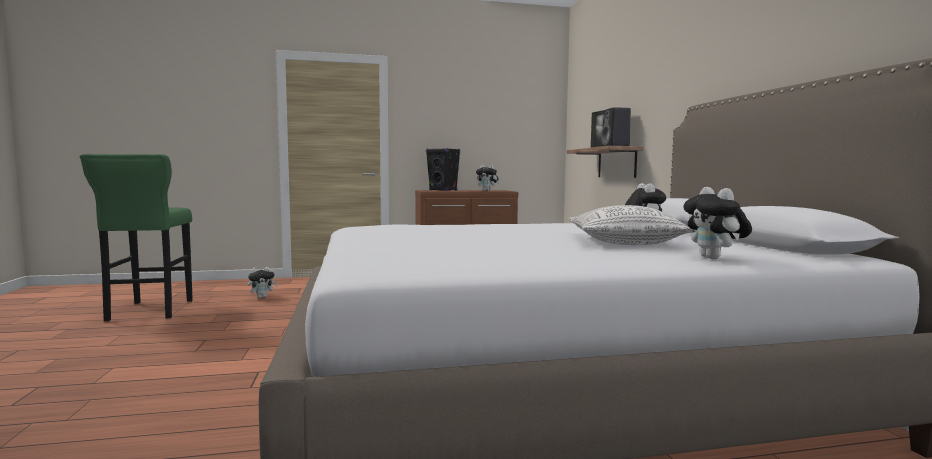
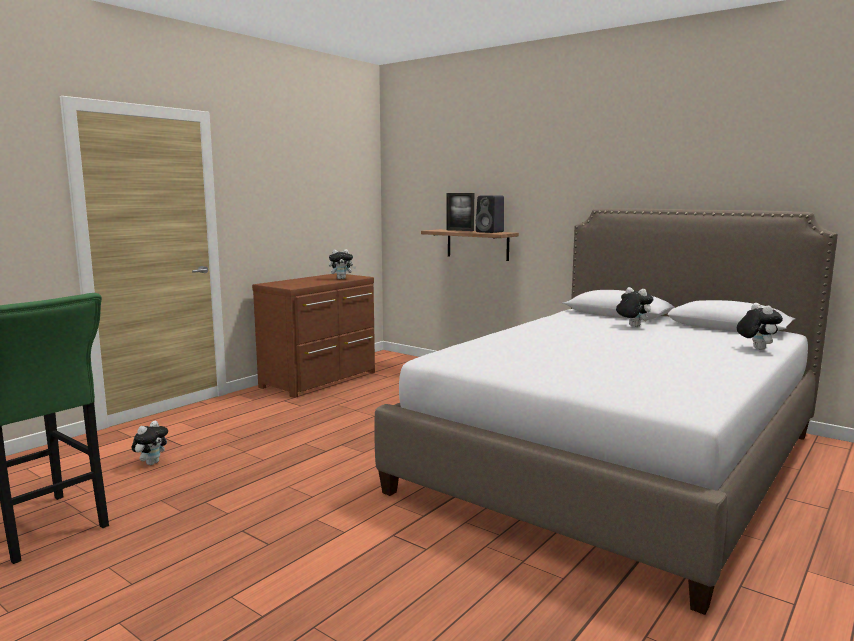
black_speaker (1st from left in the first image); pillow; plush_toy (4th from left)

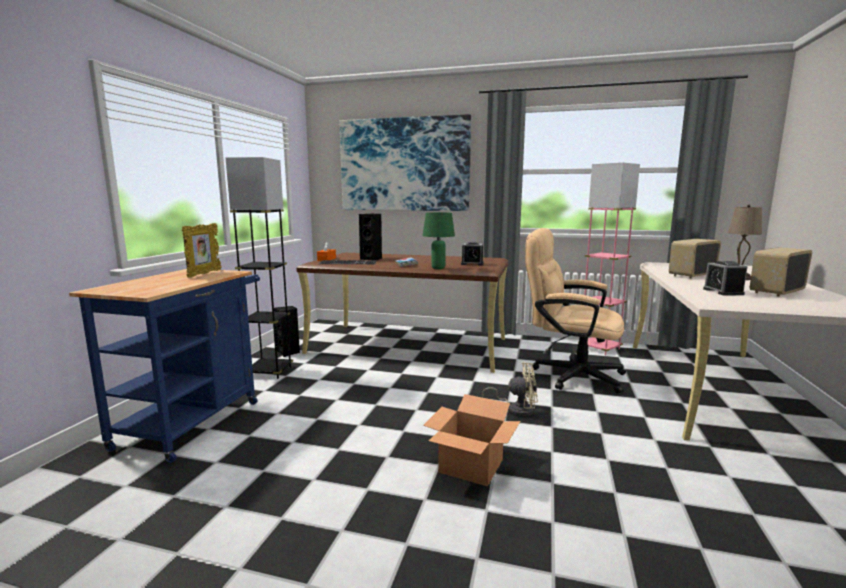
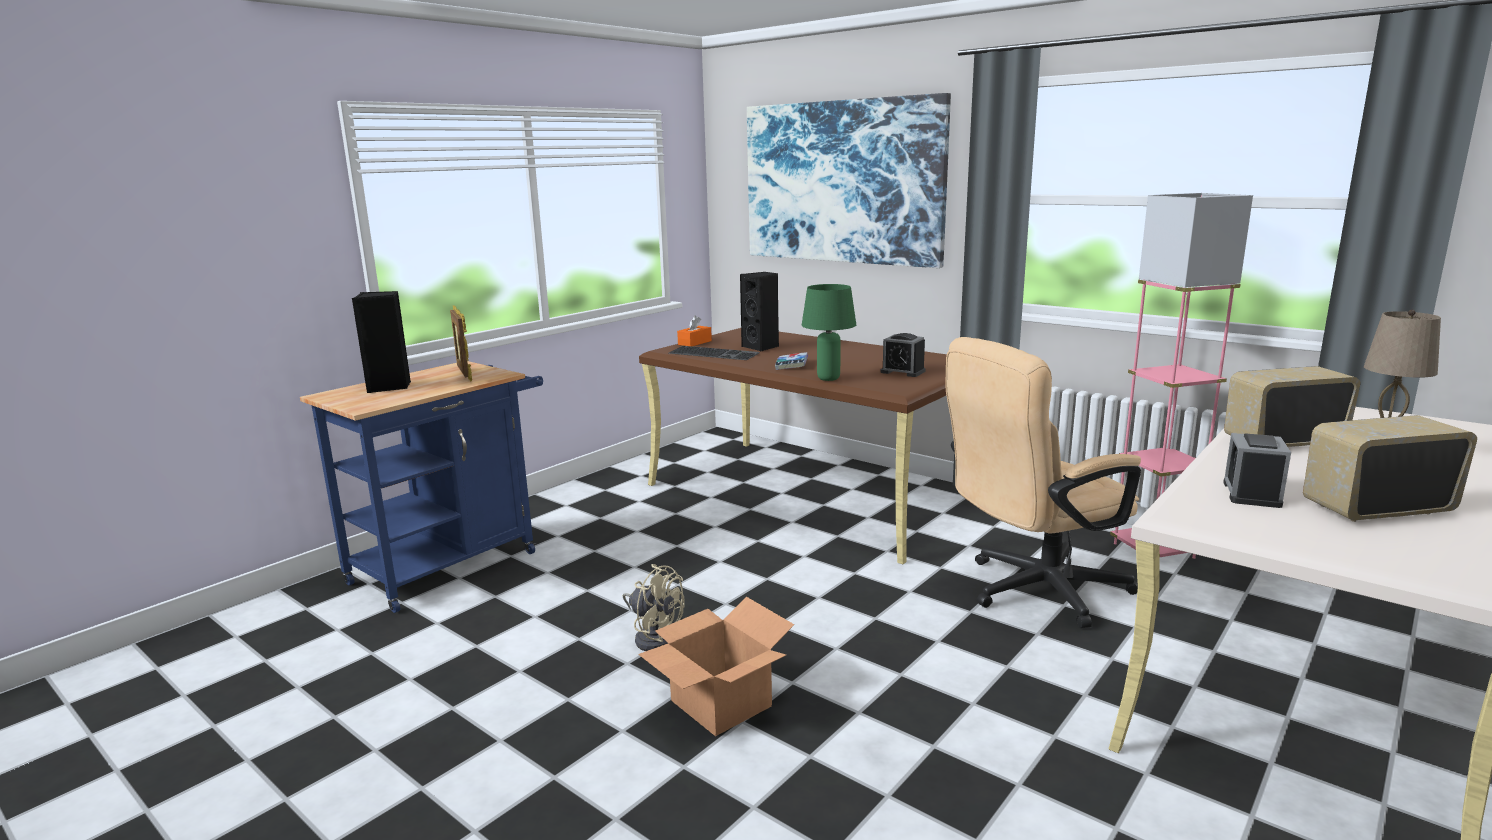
grey_floor_lamp; black_speaker (1st from left); beige_fan; picture_frame; beige_office_chair

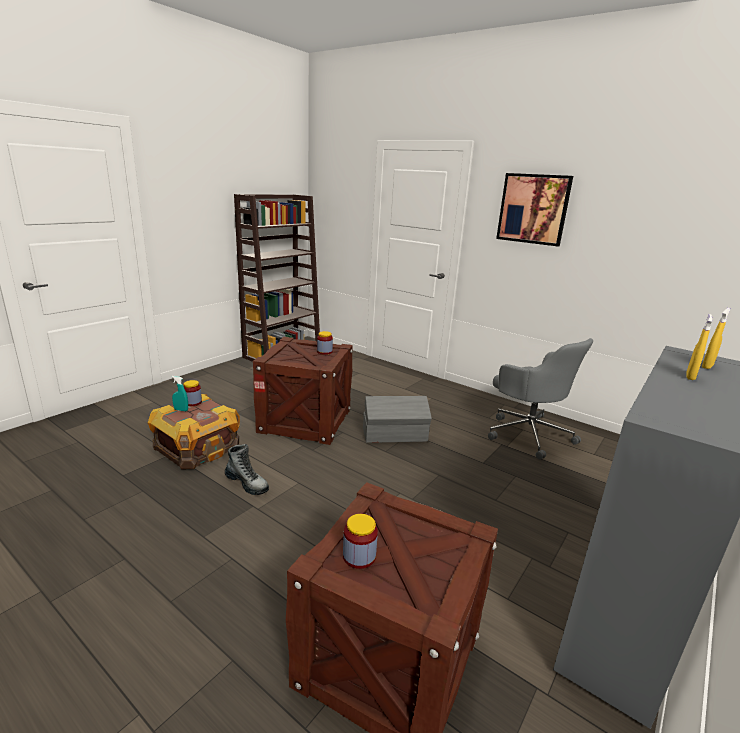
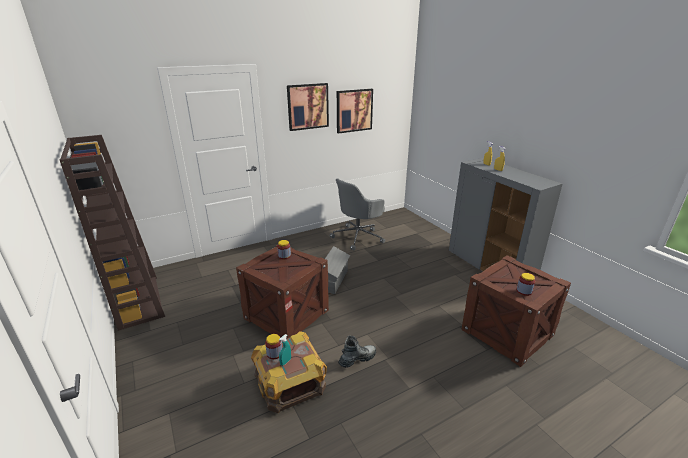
picture (2nd from left); grey_office_chair

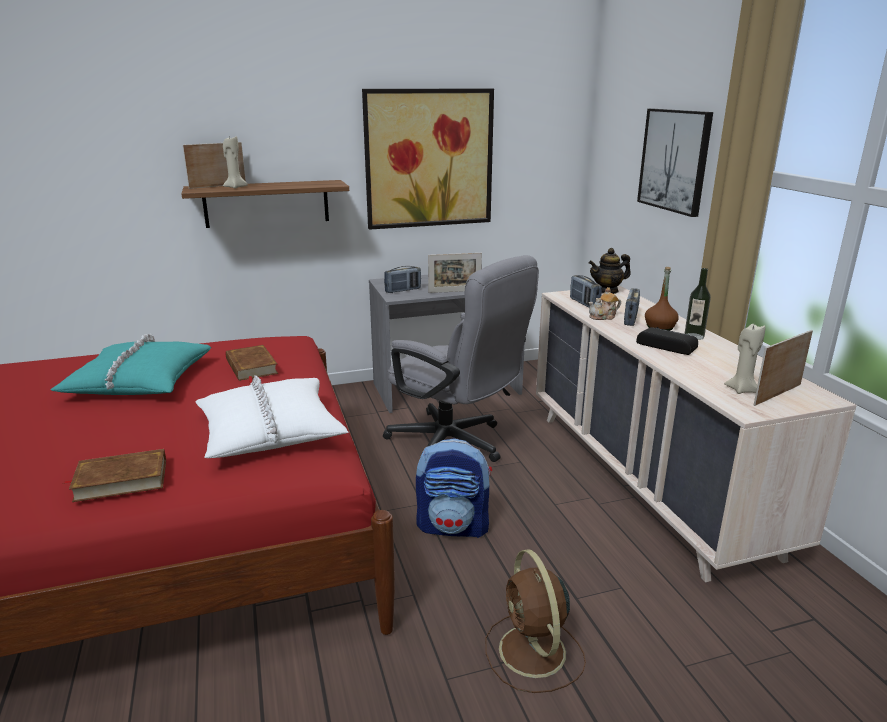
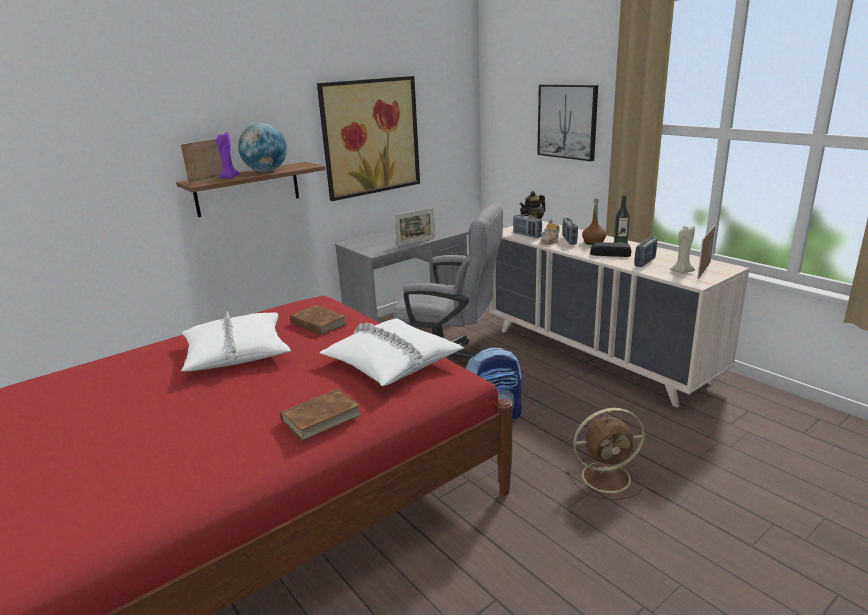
globe; radio (4th from left); white_pillow (1st from left); purple_candle; brown_fan

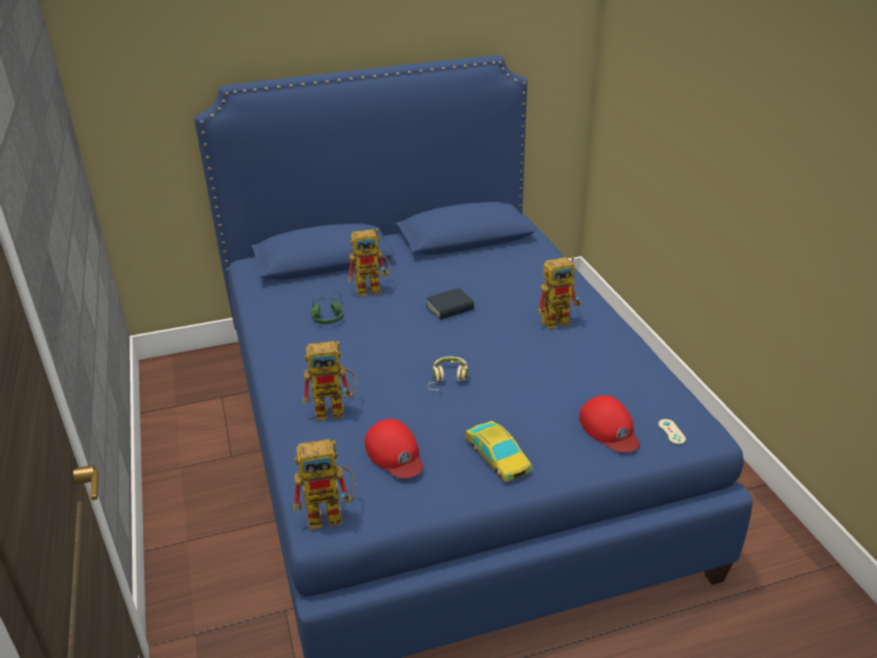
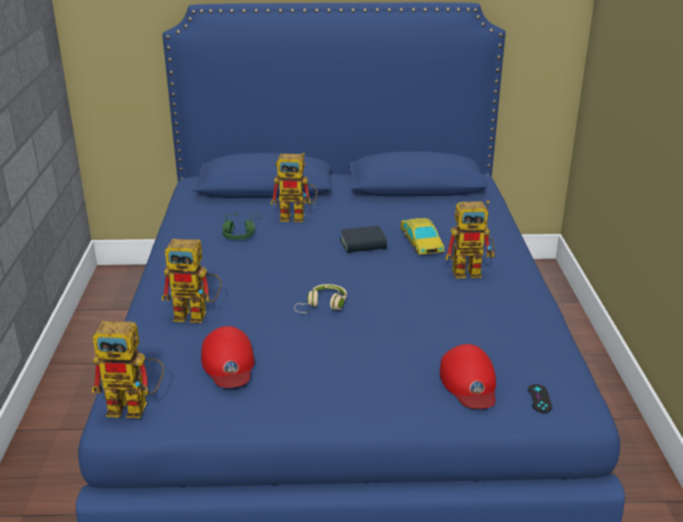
toy_car; black_game_controller

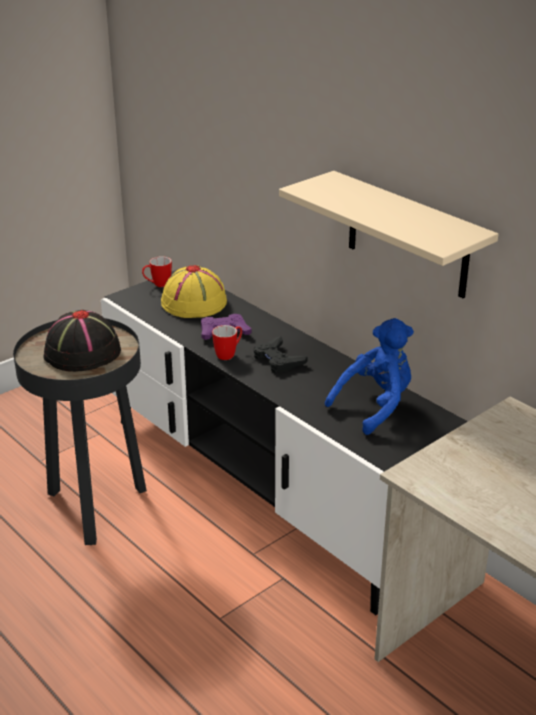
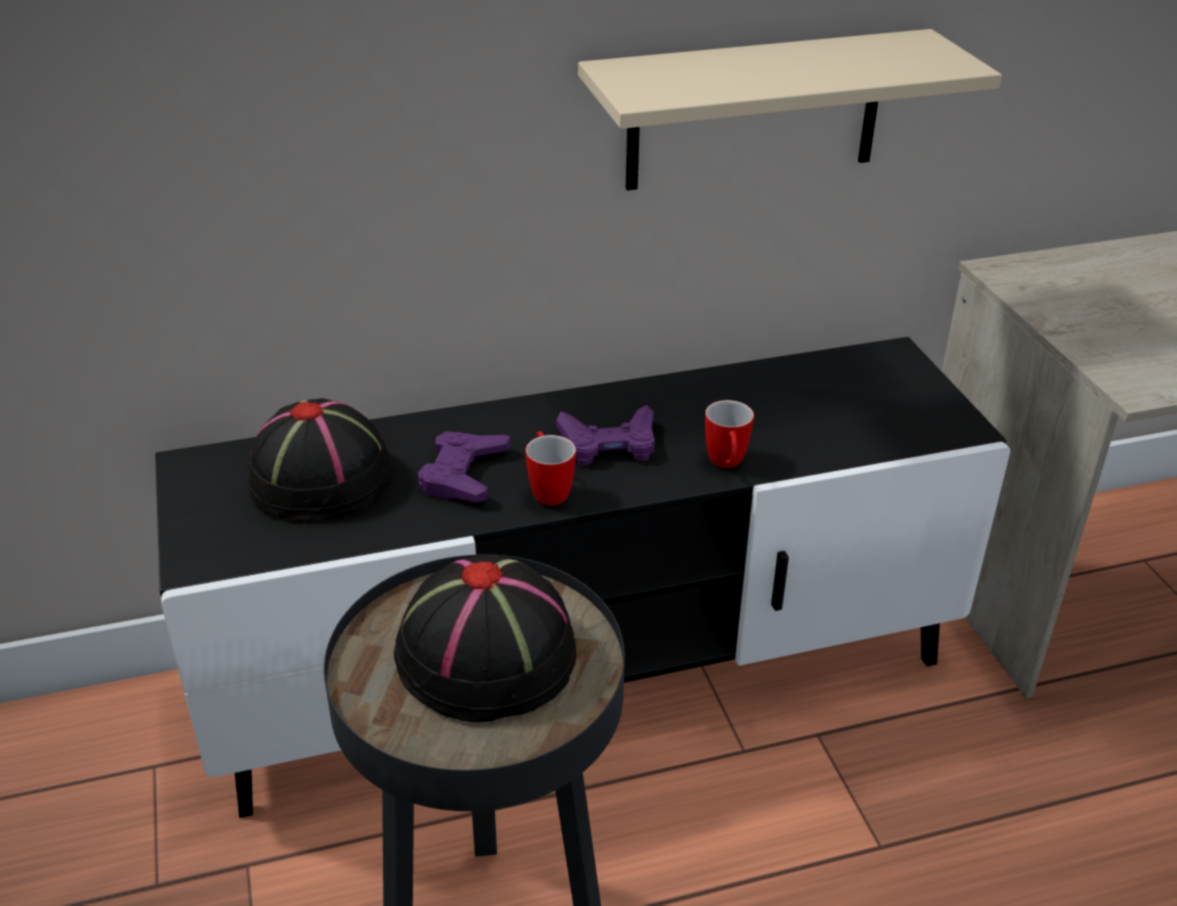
blue_plush_toy; mug (2nd from left); black_hat (1st from left); purple_game_controller (2nd from left)

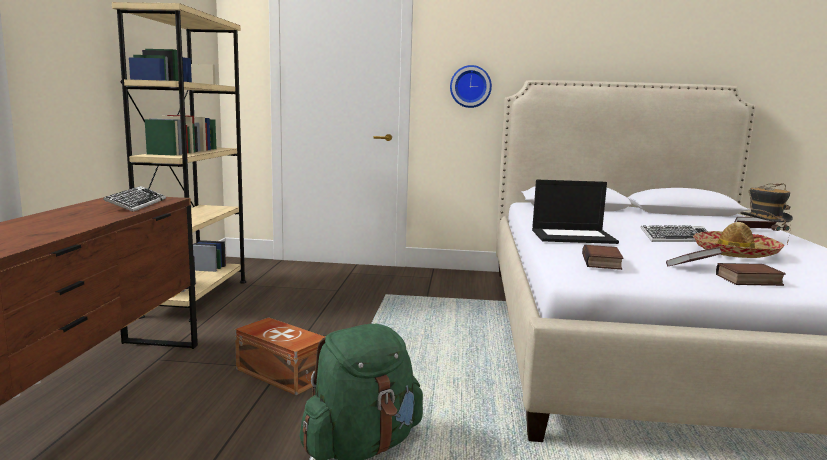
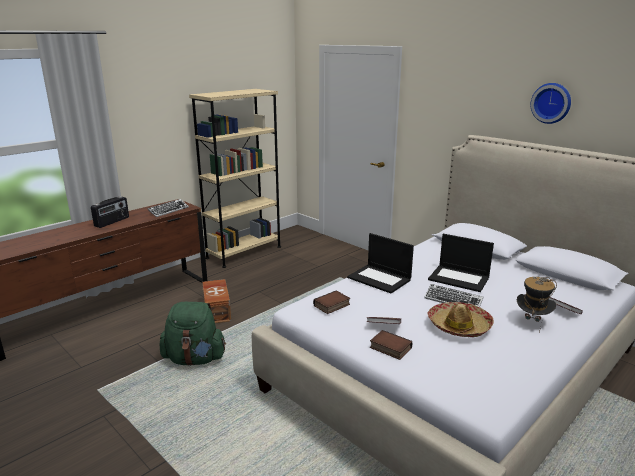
radio; laptop (2nd from left); wall_clock

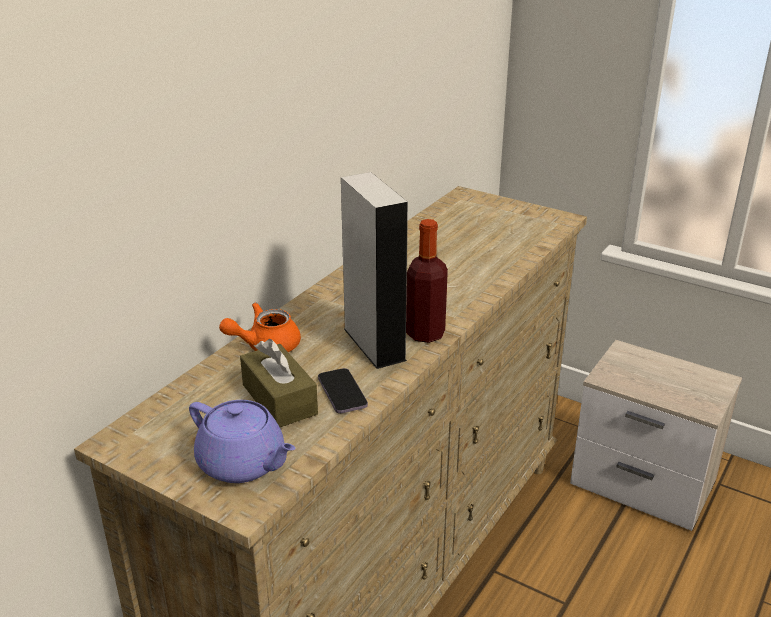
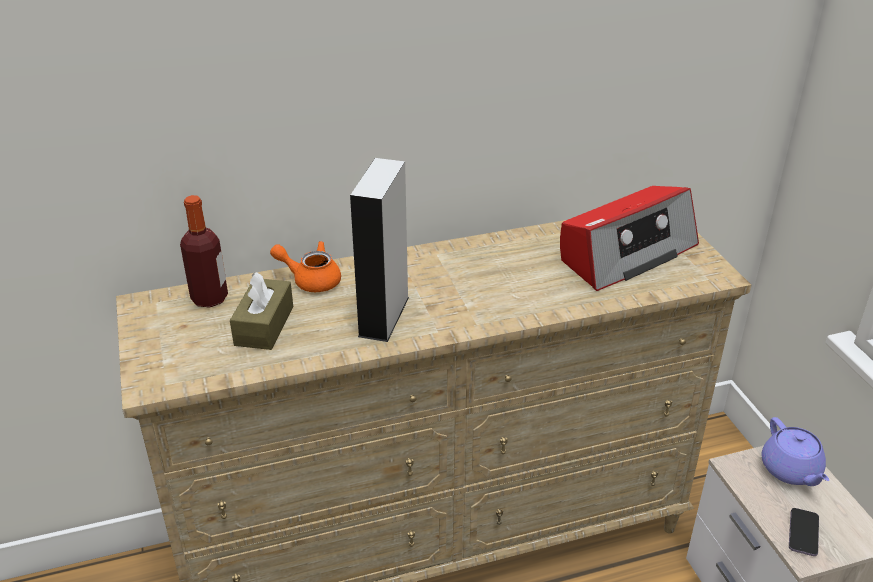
radio; purple_teapot; phone; bottle

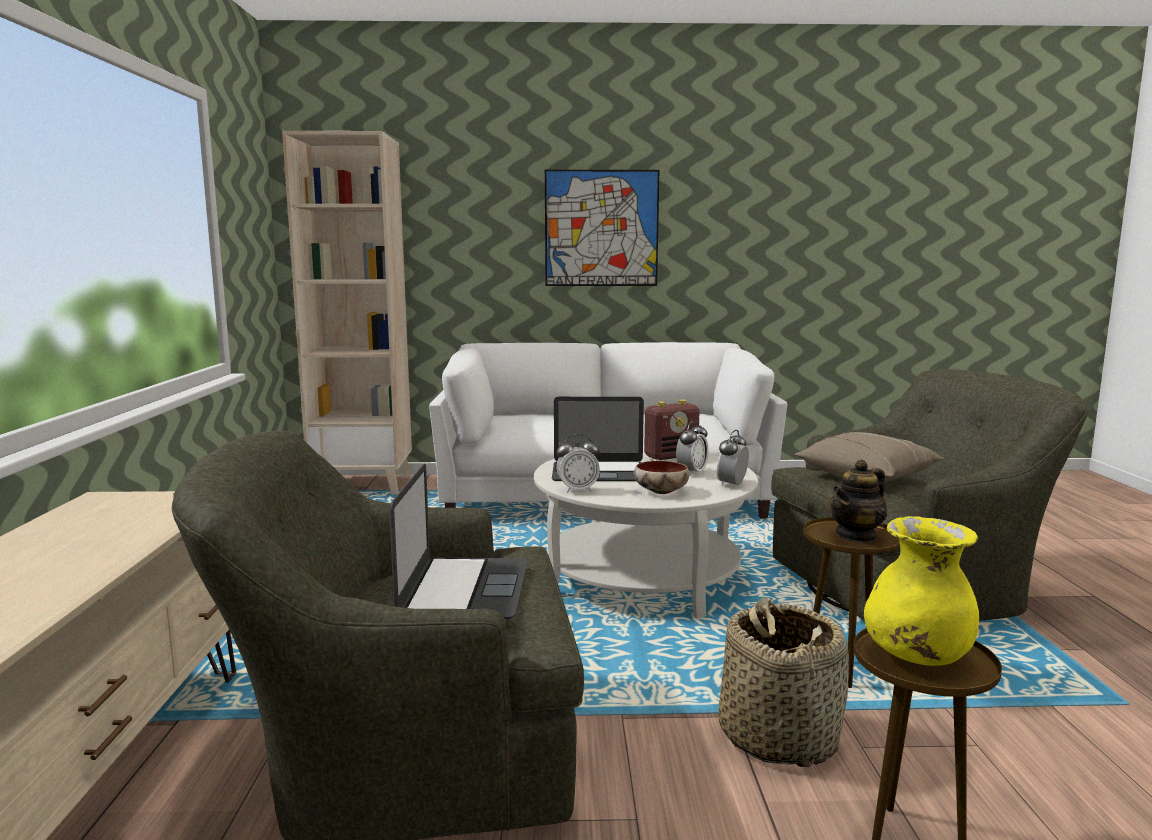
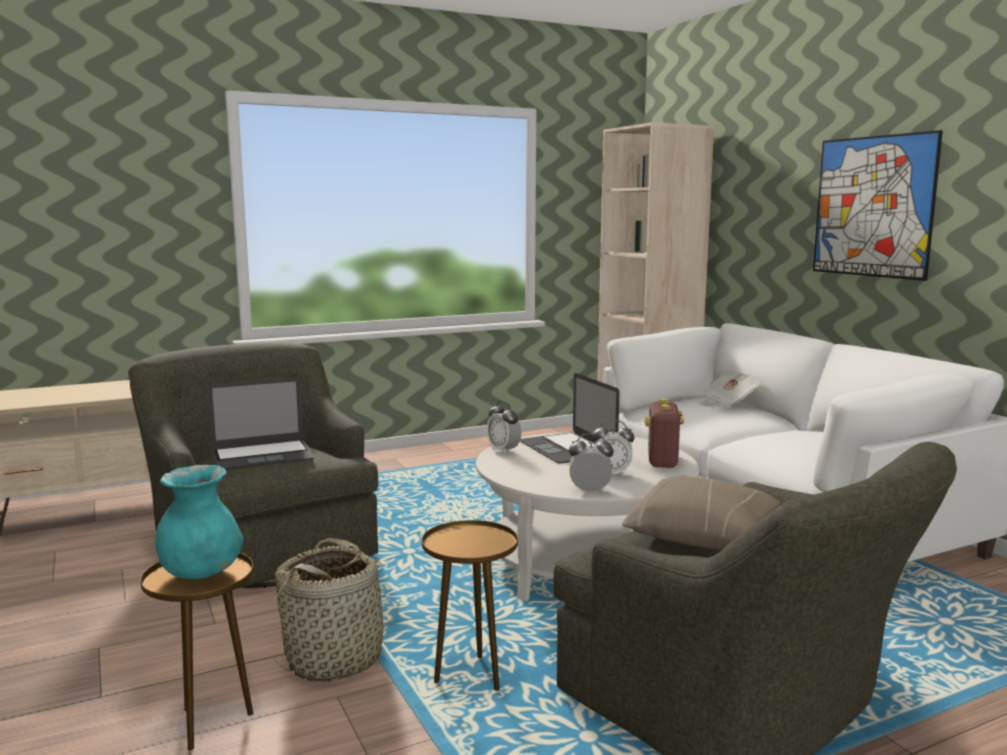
bowl; teapot; newspaper; turquoise_vase; radio

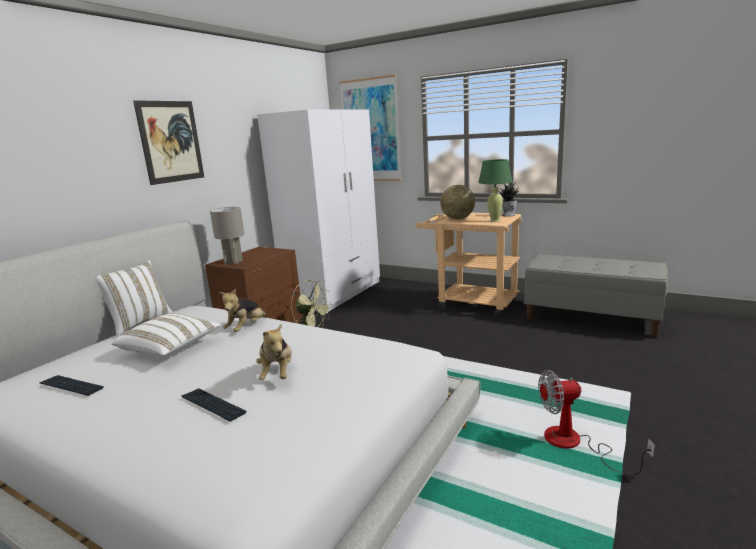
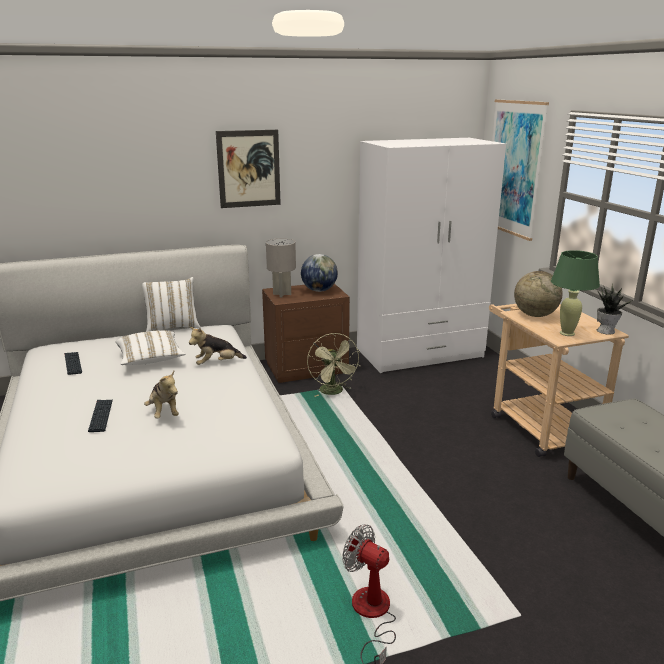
globe (1st from left); plush_toy (1st from left)

